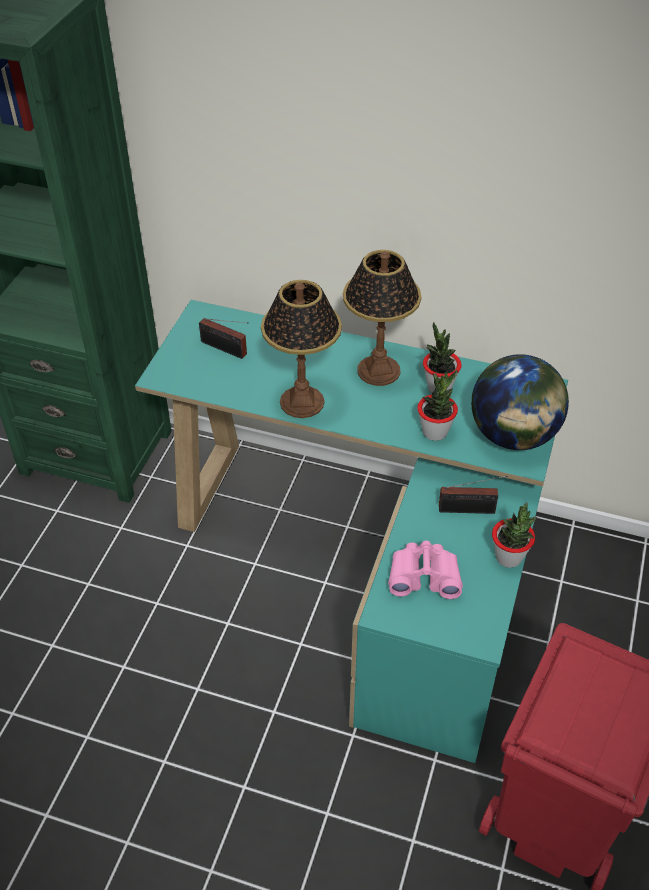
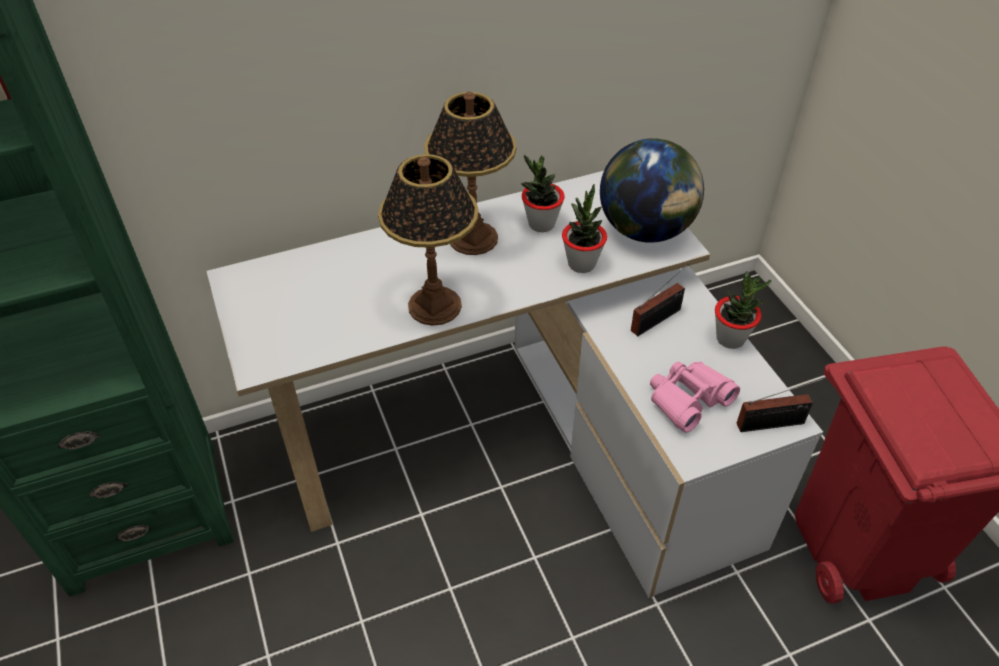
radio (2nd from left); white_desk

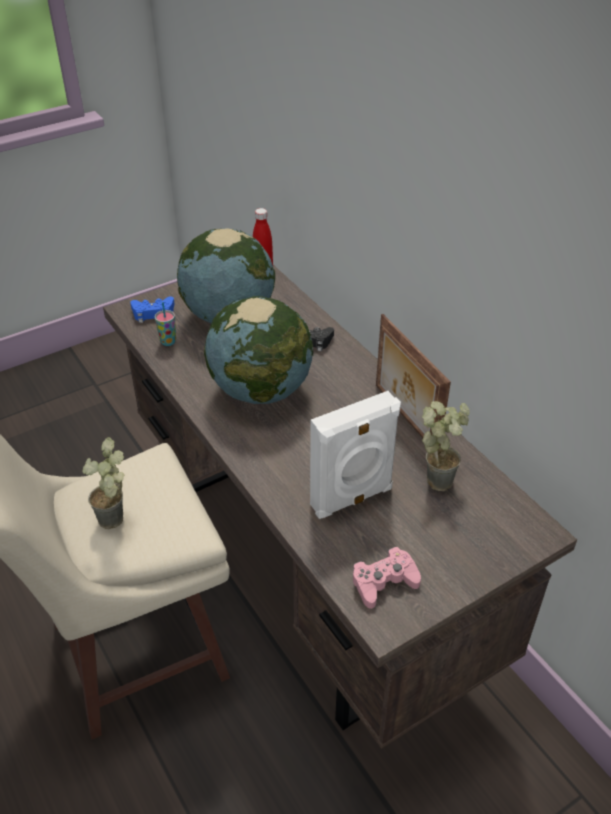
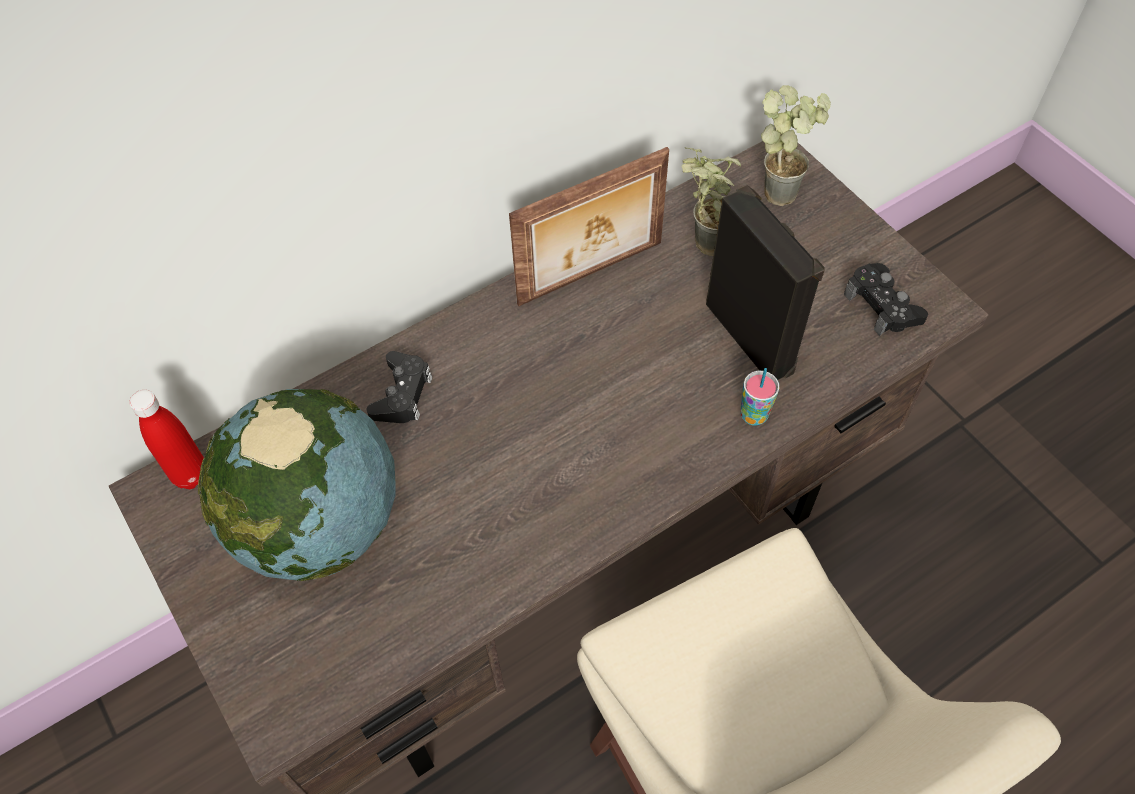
blue_game_controller; globe (2nd from left in the first image); potted_plant (2nd from left); cup; black_speaker; black_game_controller (2nd from left)

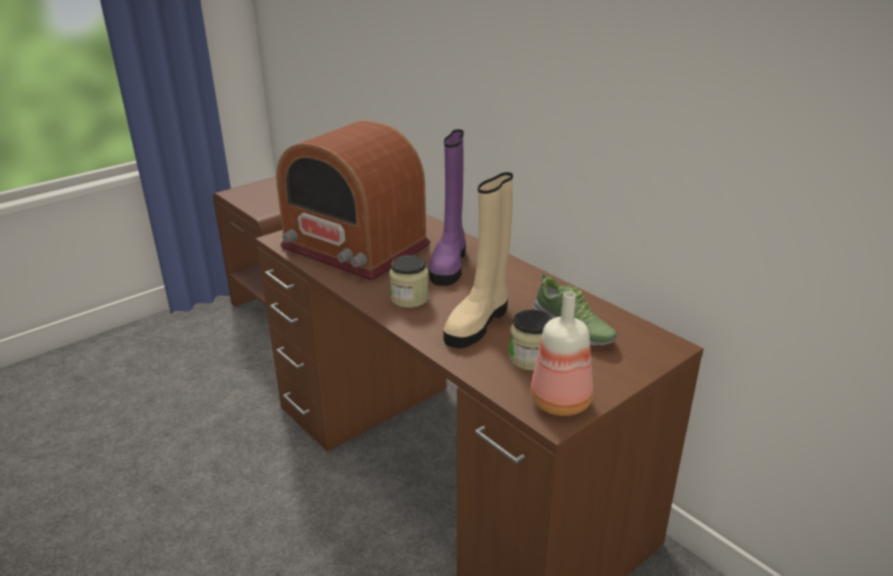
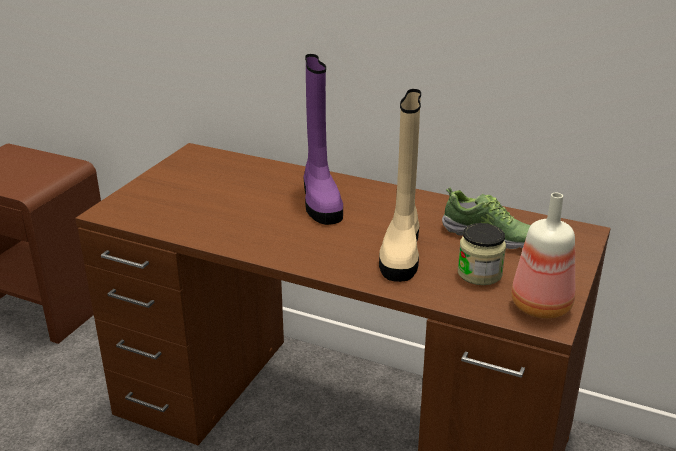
radio; jar (1st from left in the first image)

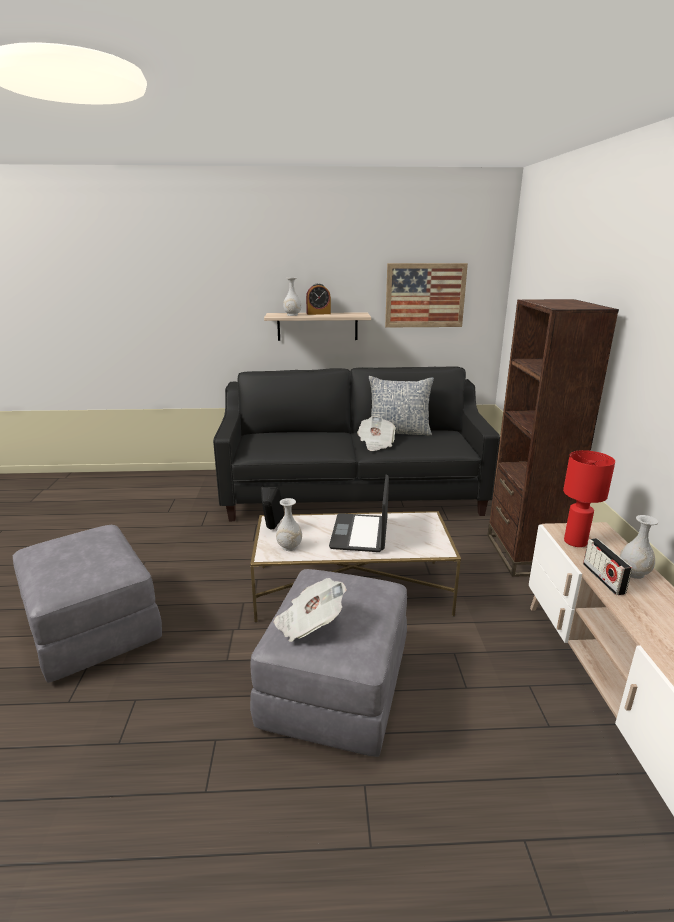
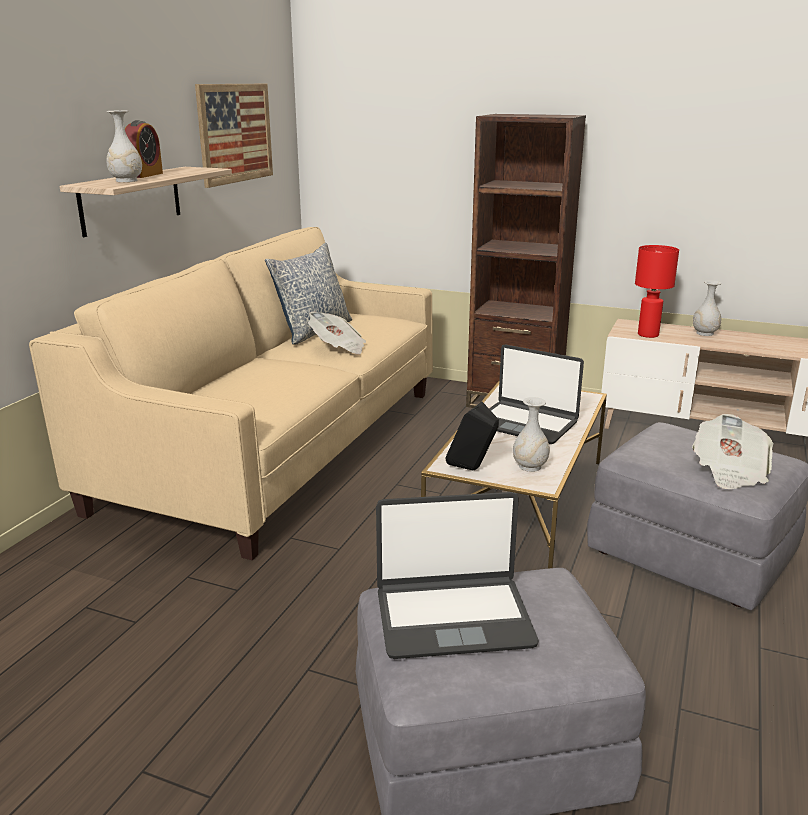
radio; laptop (1st from left); beige_sofa

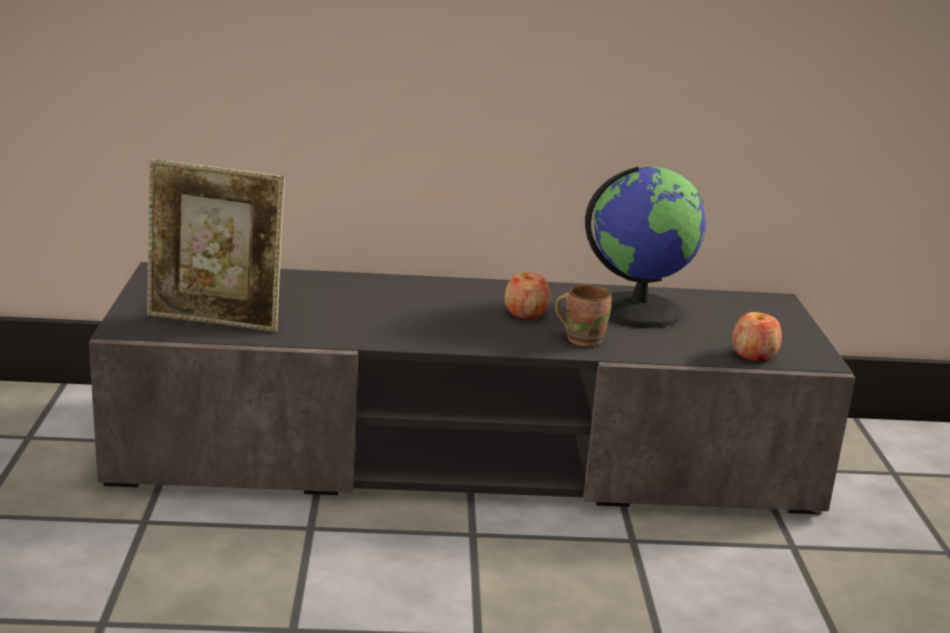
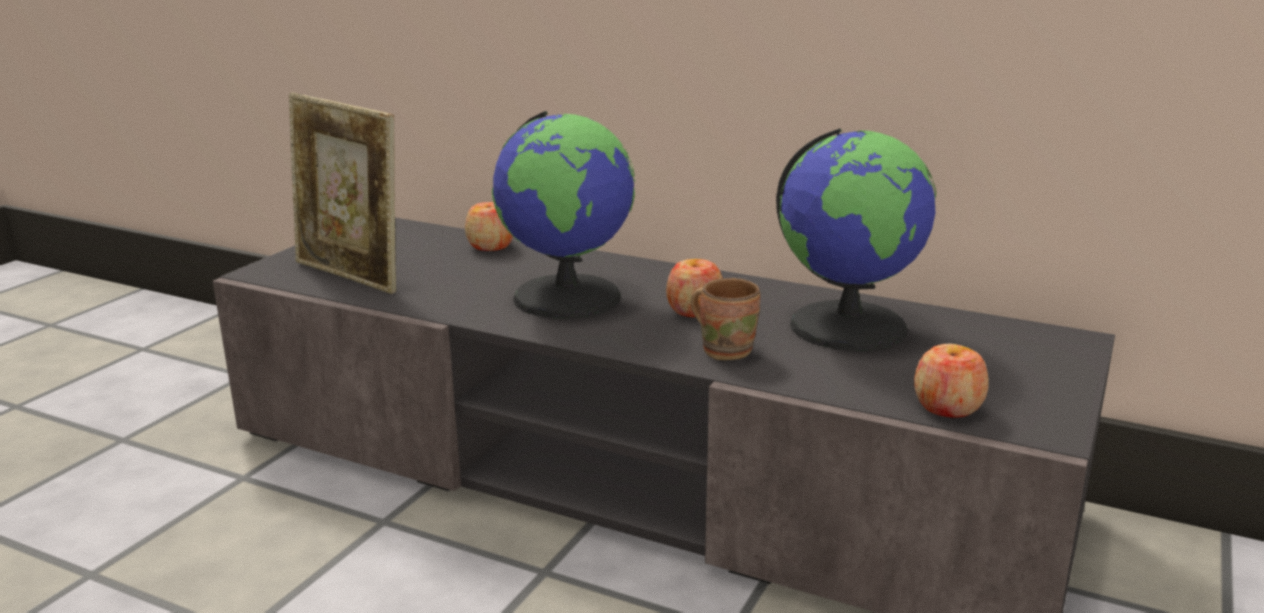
apple (1st from left); globe (1st from left)

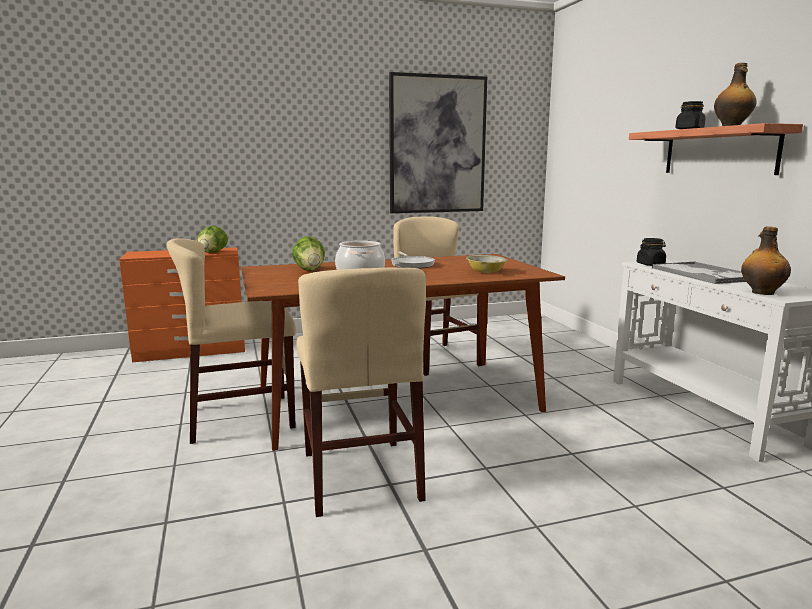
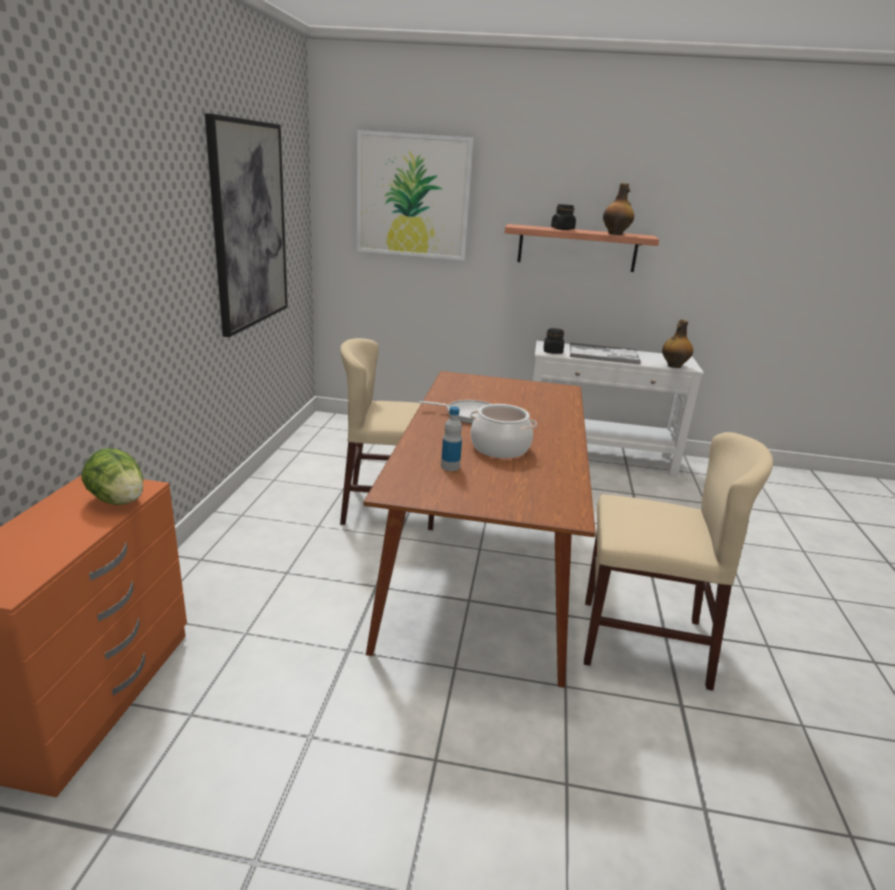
beige_chair (1st from left in the first image); bowl; picture (2nd from left); bottle (1st from left)

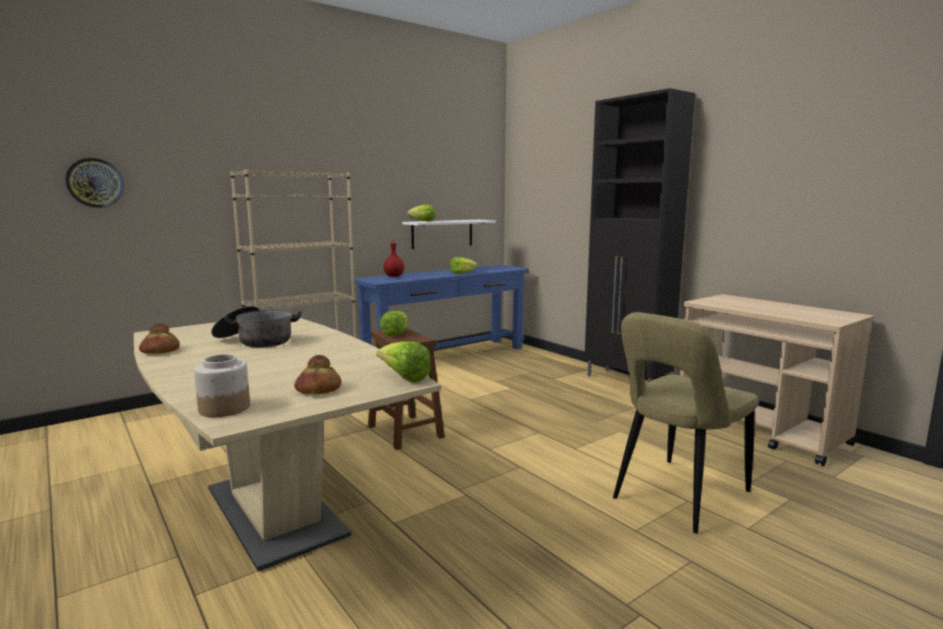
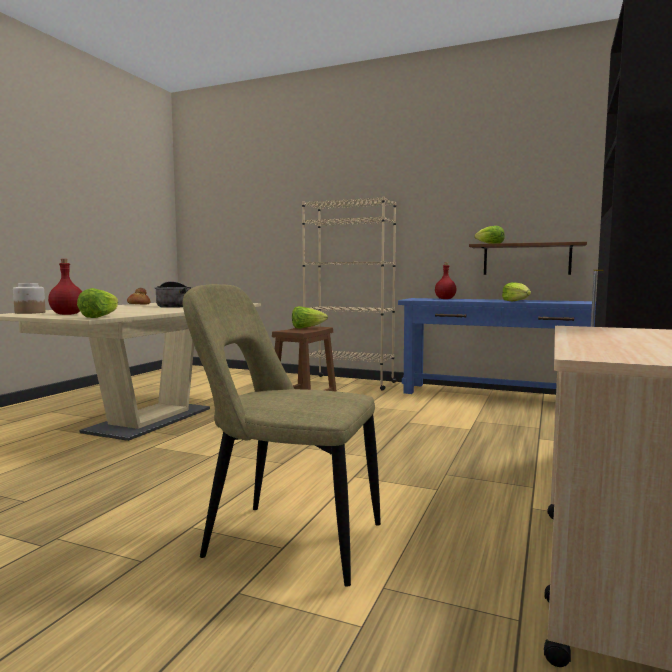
wall_clock; red_bottle (1st from left); brown_shelf

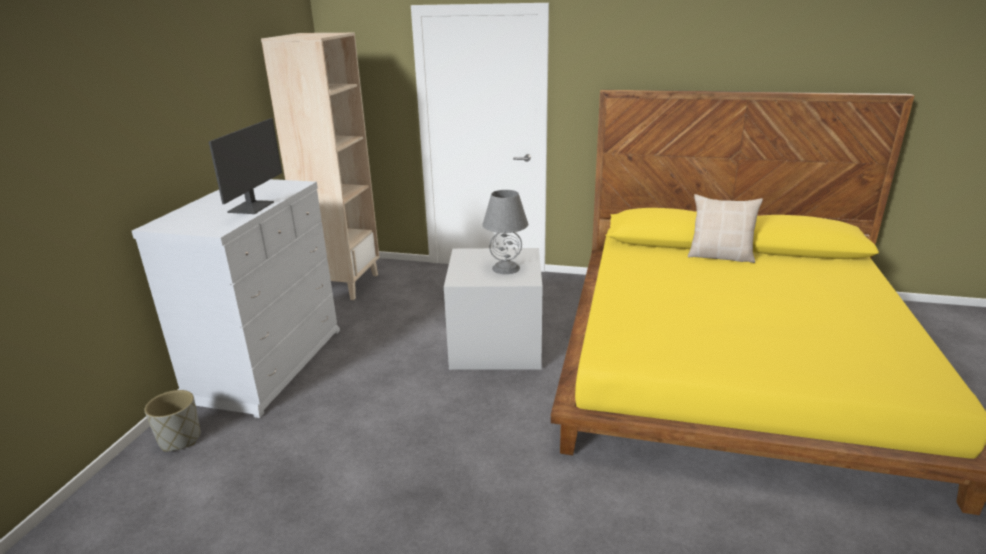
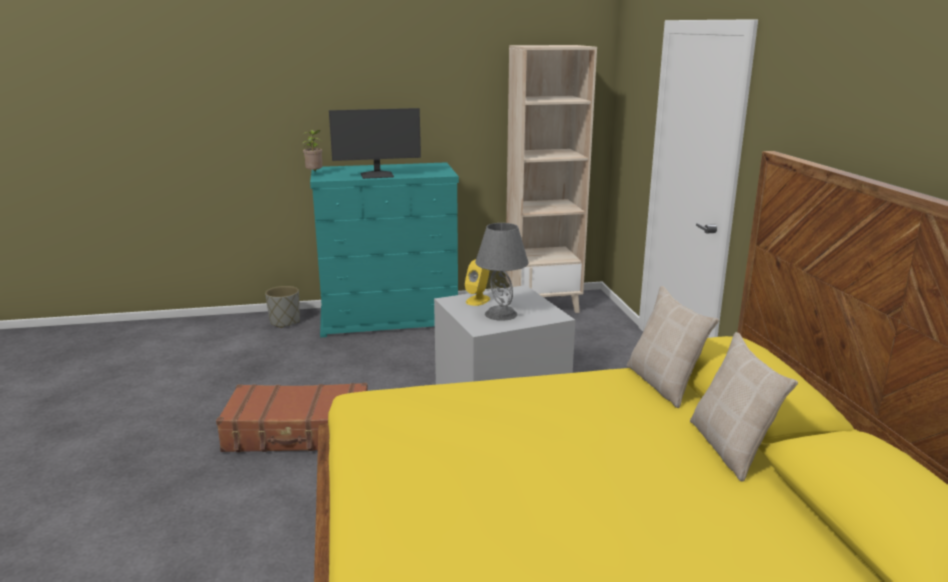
brown_suitcase; potted_plant; yellow_speaker; beige_pillow (1st from left); turquoise_dresser

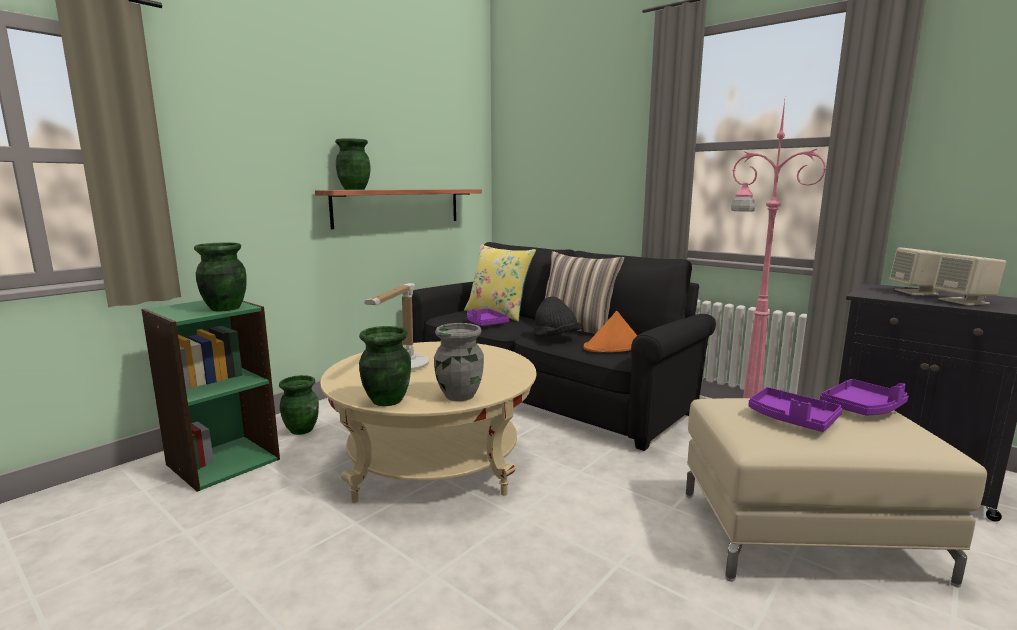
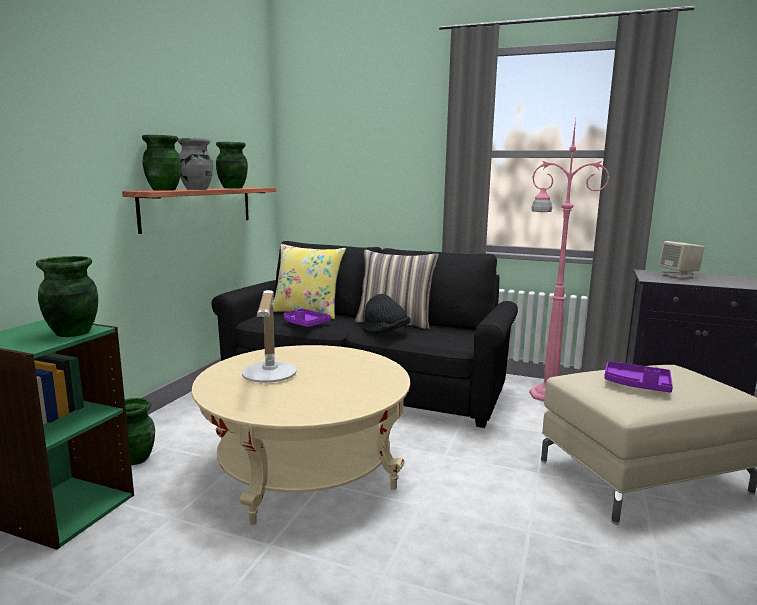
orange_hat; purple_tray (3rd from left in the first image); beige_speaker (2nd from left in the first image); green_vase (4th from left); grey_vase

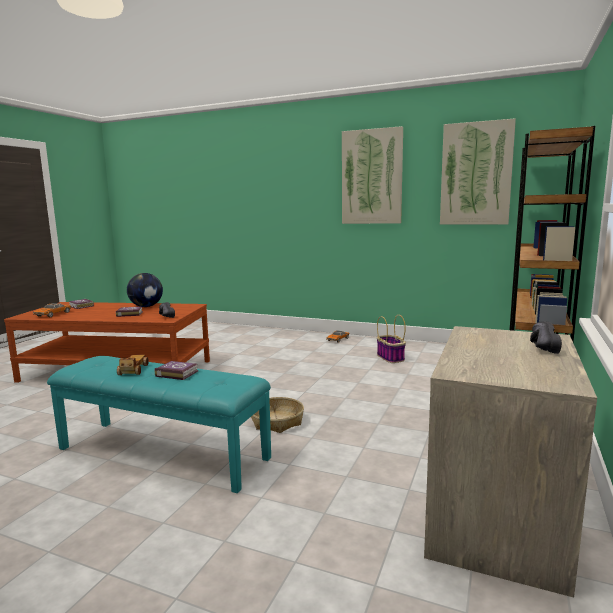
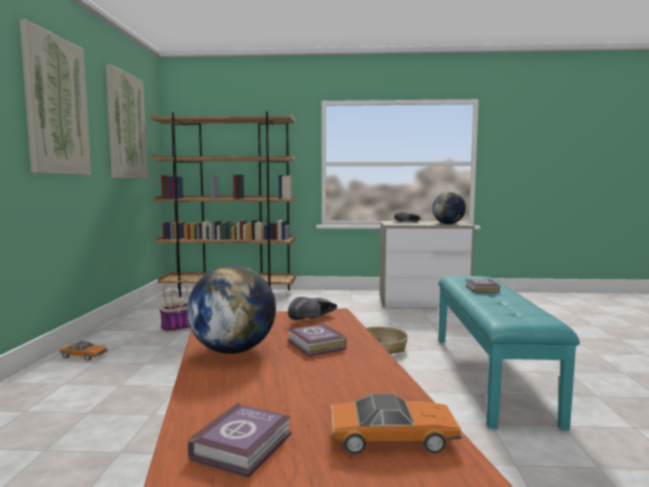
toy_car (2nd from left in the first image); globe (2nd from left)

